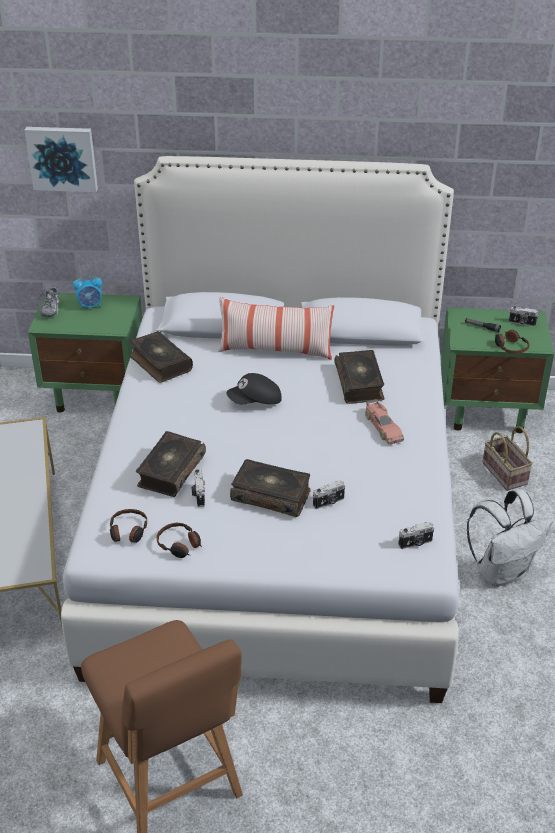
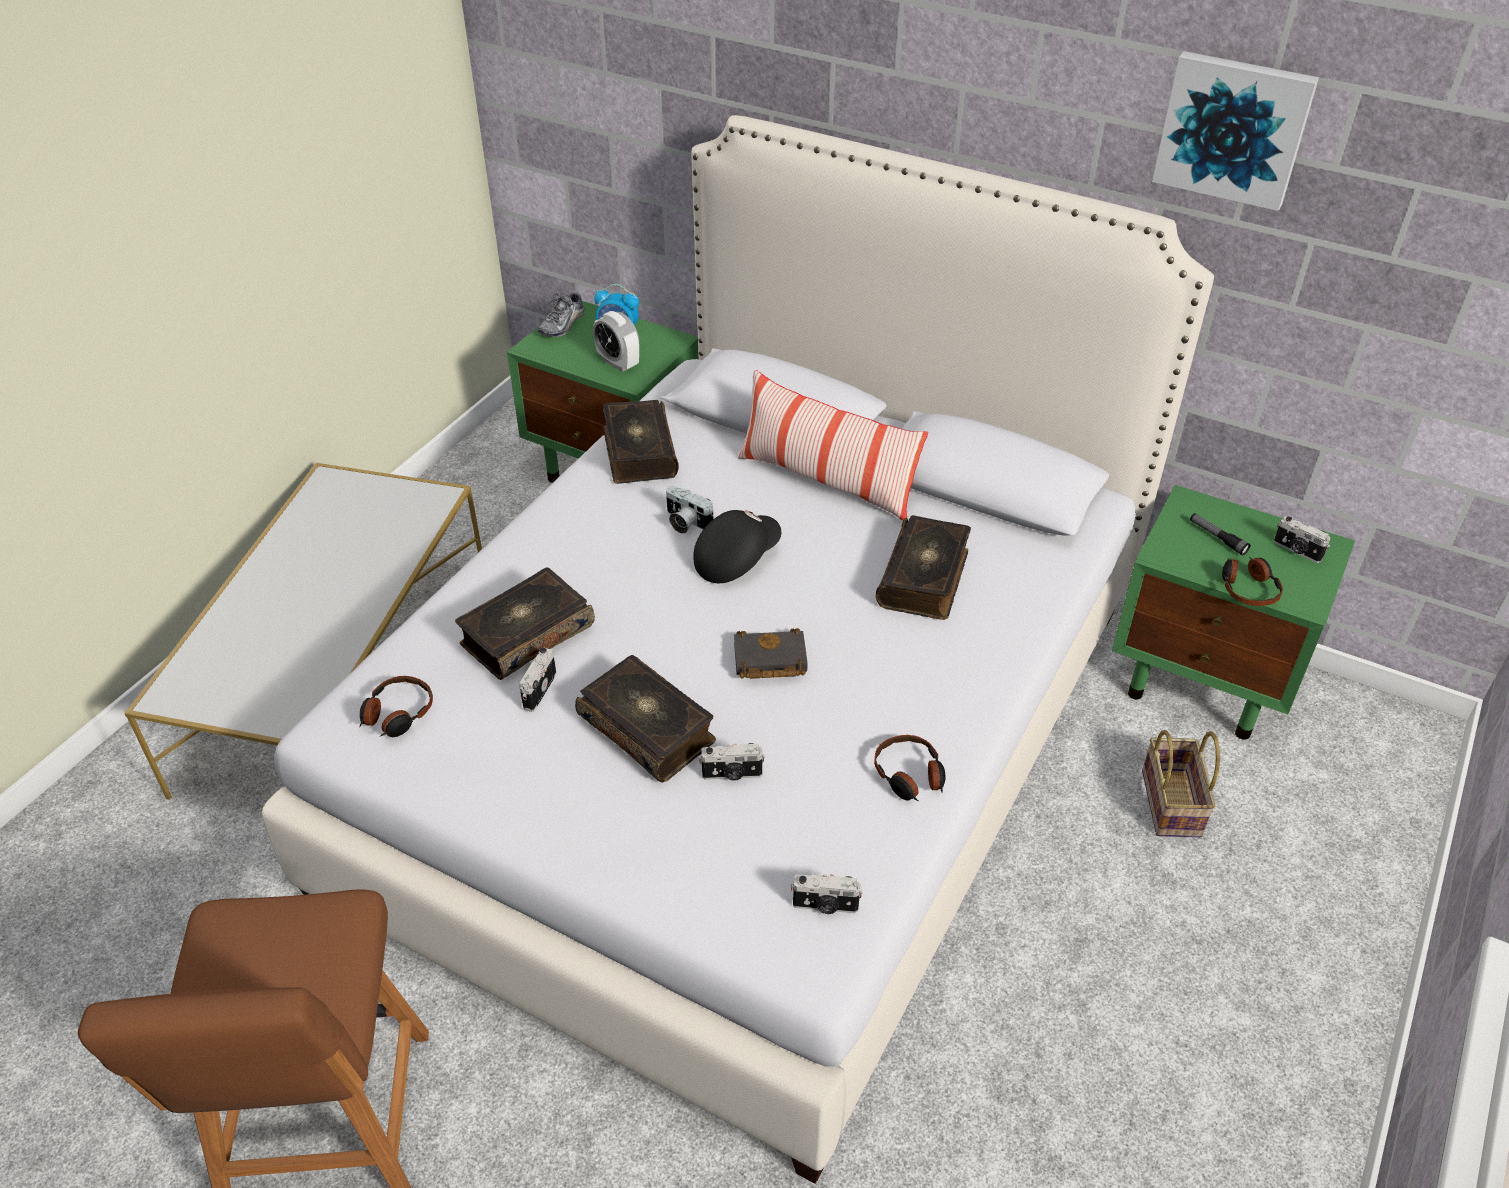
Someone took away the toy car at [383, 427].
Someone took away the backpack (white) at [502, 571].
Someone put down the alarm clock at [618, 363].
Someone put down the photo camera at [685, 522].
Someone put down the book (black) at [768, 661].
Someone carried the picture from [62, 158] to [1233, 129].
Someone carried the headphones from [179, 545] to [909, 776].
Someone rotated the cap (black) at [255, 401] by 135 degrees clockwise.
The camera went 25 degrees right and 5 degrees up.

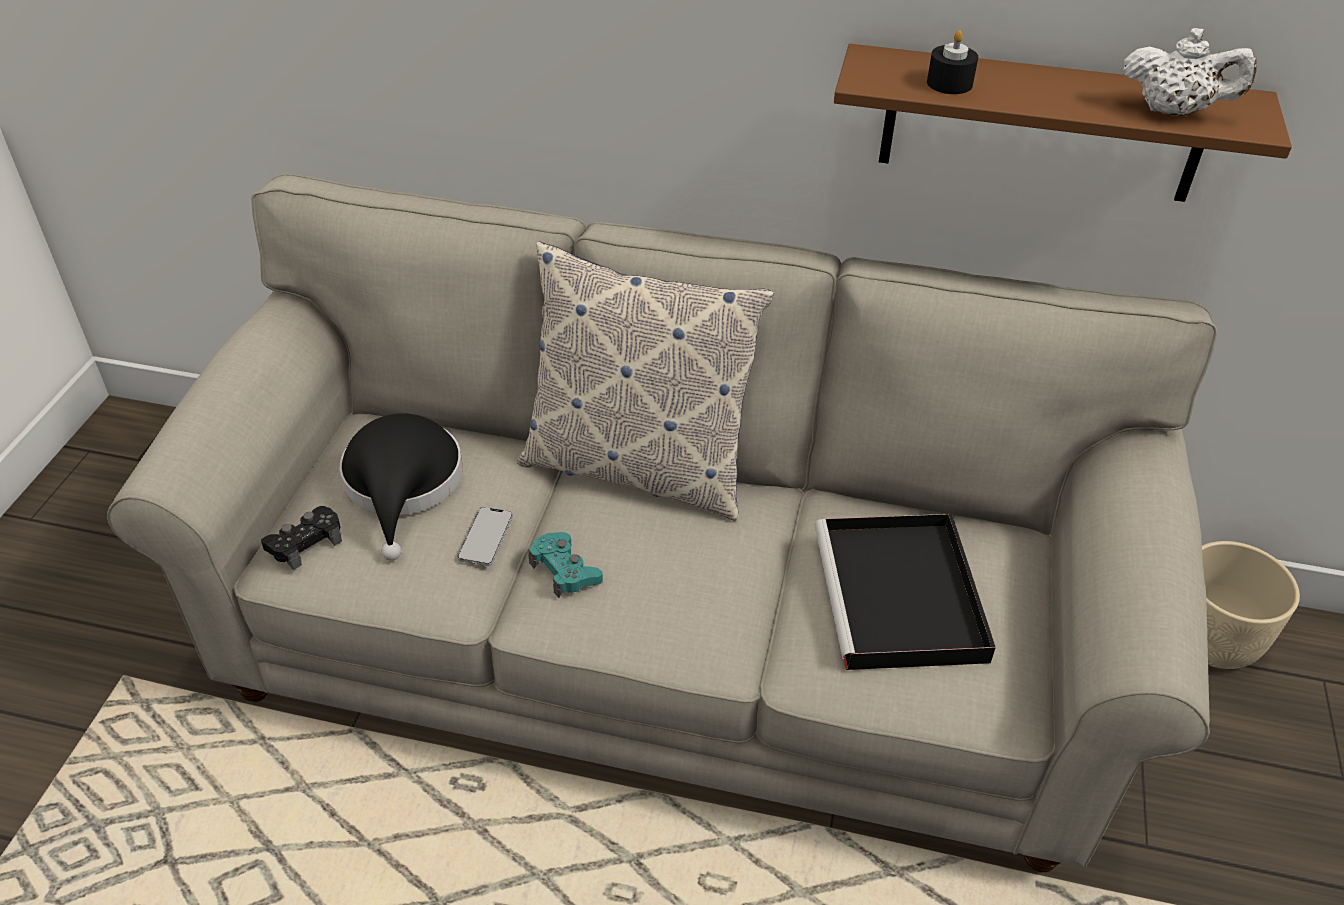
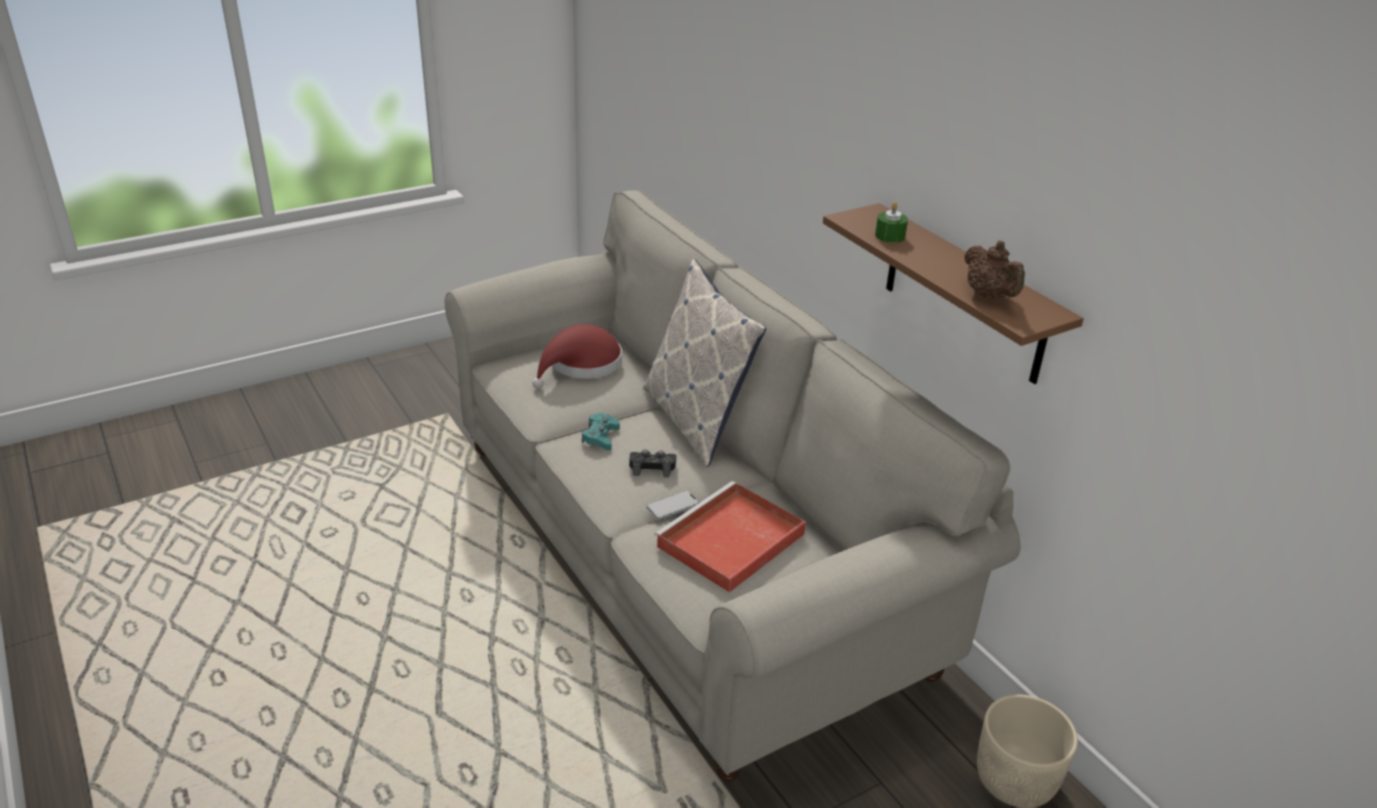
Someone carried the game controller (black) from [305, 542] to [652, 467].
Someone carried the phone from [486, 537] to [672, 506].
Someone repainted the hat (black) at [403, 485], which became the hat (red) at [581, 365].
Someone repainted the tray (black) at [901, 599], which became the tray (red) at [729, 542].
Someone repainted the candle (black) at [949, 83], which became the candle (green) at [890, 236].
Someone repainted the teapot (white) at [1174, 111], which became the teapot (brown) at [989, 296].
The camera went 45 degrees right and 10 degrees down.

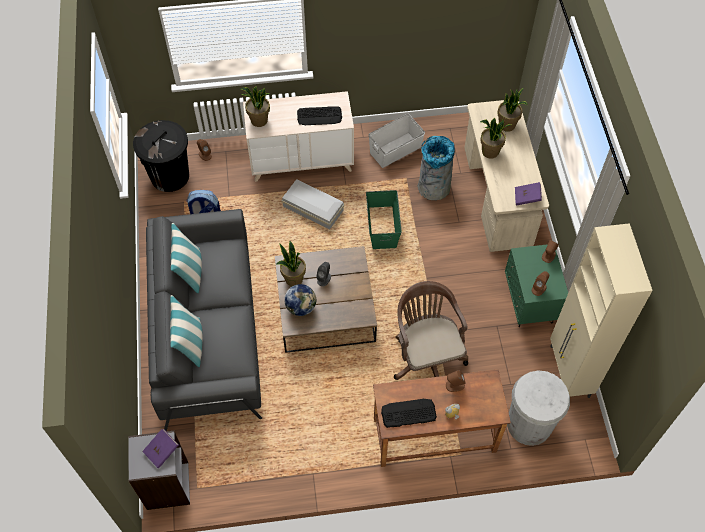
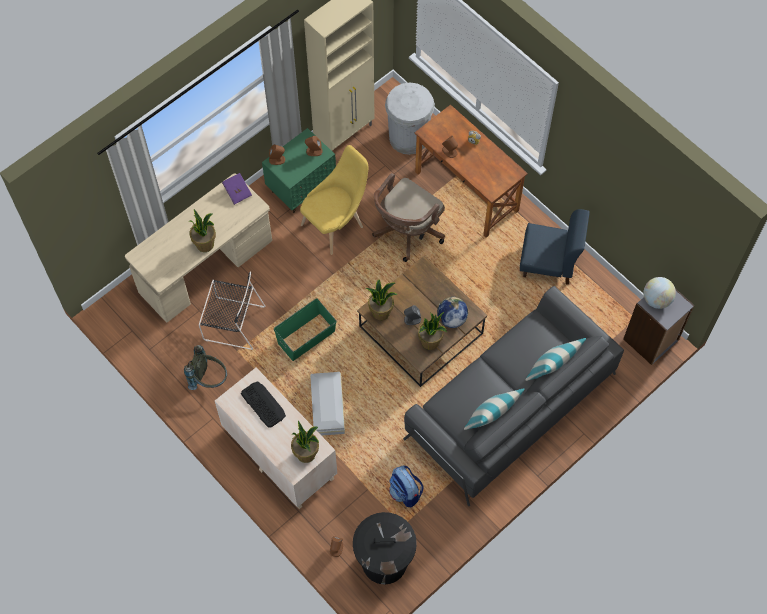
Someone took away the keyboard at [408, 413].
Someone put down the chair (yellow) at [336, 224].
Someone put down the chair (blue) at [548, 263].
Someone carried the potted plant from [507, 125] to [381, 312].
Someone swapped the book (purple) at [162, 451] for the globe at [656, 300].
Someone swapped the storage box (white) at [396, 150] for the backpack (grey) at [209, 379].
Someone swapped the trash can (grey) at [433, 187] for the chair (black) at [232, 322].
The camera went 125 degrees left and 5 degrees up.

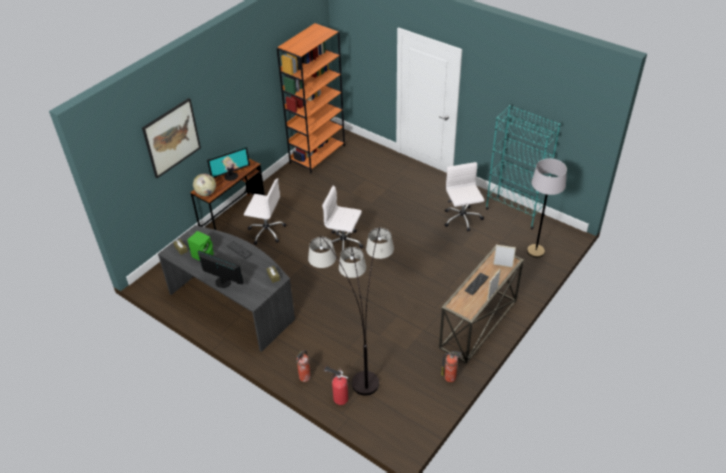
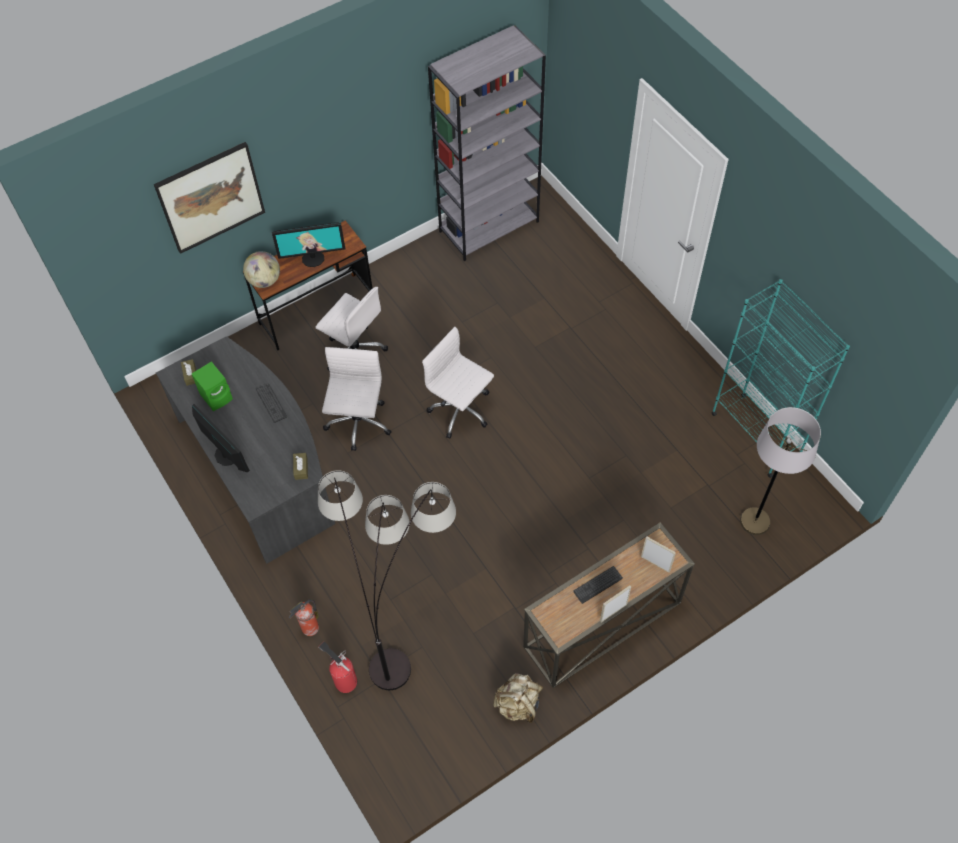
Someone carried the office chair (white) from [462, 219] to [358, 424].
Someone swapped the fire extinguisher at [450, 377] for the backpack (beige) at [518, 704].
Someone repainted the bookcase (orange) at [317, 154], which became the bookcase (grey) at [489, 226].
The camera went 20 degrees right and 15 degrees up.

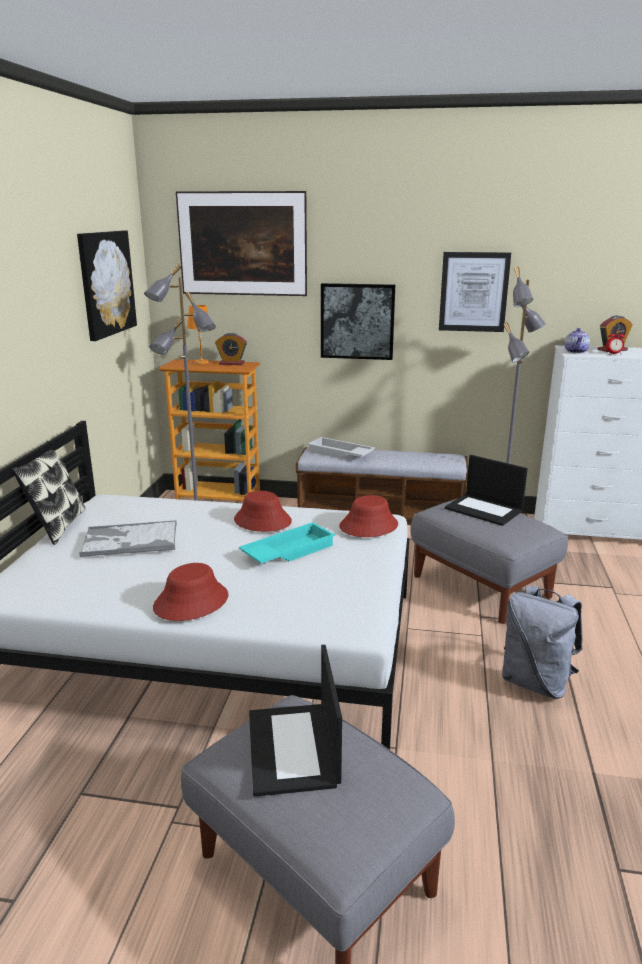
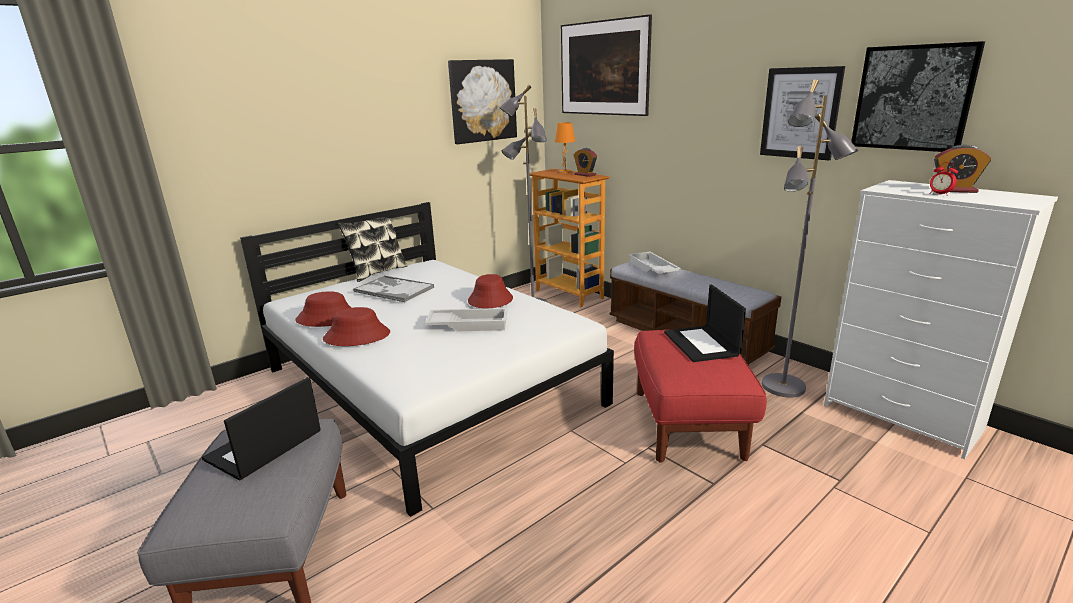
Someone took away the backpack (grey) at [536, 682].
Someone took away the teapot at [576, 352].
Someone carried the picture from [357, 321] to [913, 98].
Someone carried the hat (red) from [368, 526] to [327, 318].
Someone repainted the tray (turquoise) at [288, 551], which became the tray (white) at [469, 324].
Someone repainted the ottoman (grey) at [481, 587], which became the ottoman (red) at [688, 424].
The camera went 40 degrees right and 0 degrees up.

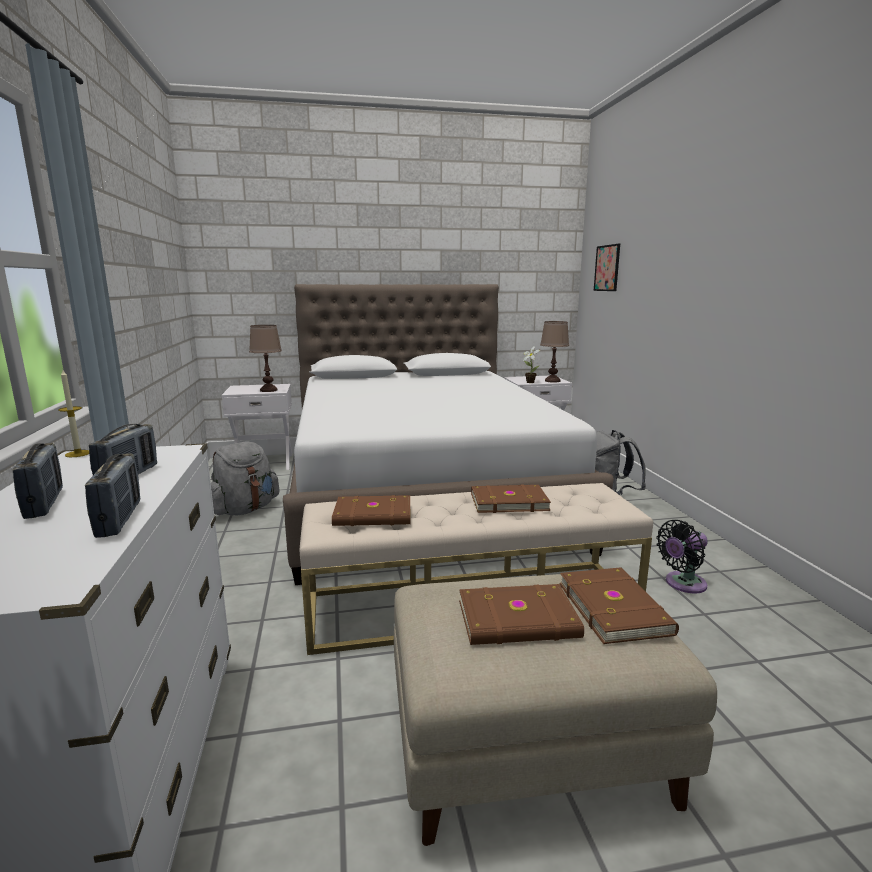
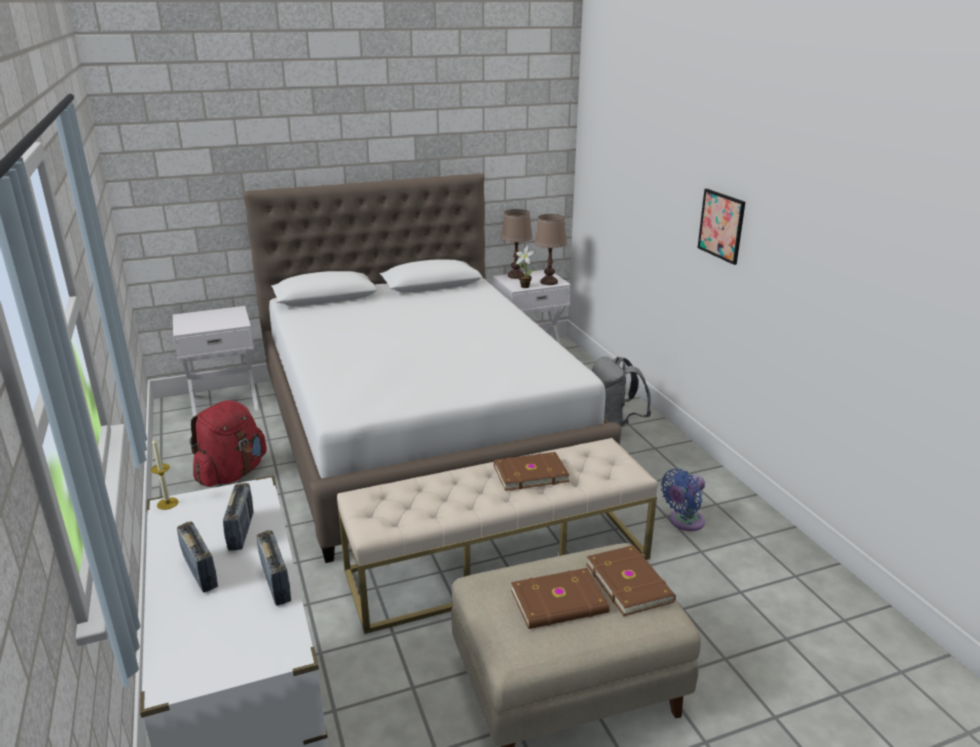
Someone took away the book (brown) at [373, 515].
Someone carried the table lamp (brown) from [269, 390] to [516, 276].
Someone carried the picture from [607, 268] to [721, 225].
Someone repainted the backpack (grey) at [245, 510], which became the backpack (red) at [232, 474].
Someone repainted the fan (black) at [682, 584], which became the fan (blue) at [684, 522].
The camera went 10 degrees left and 10 degrees up.

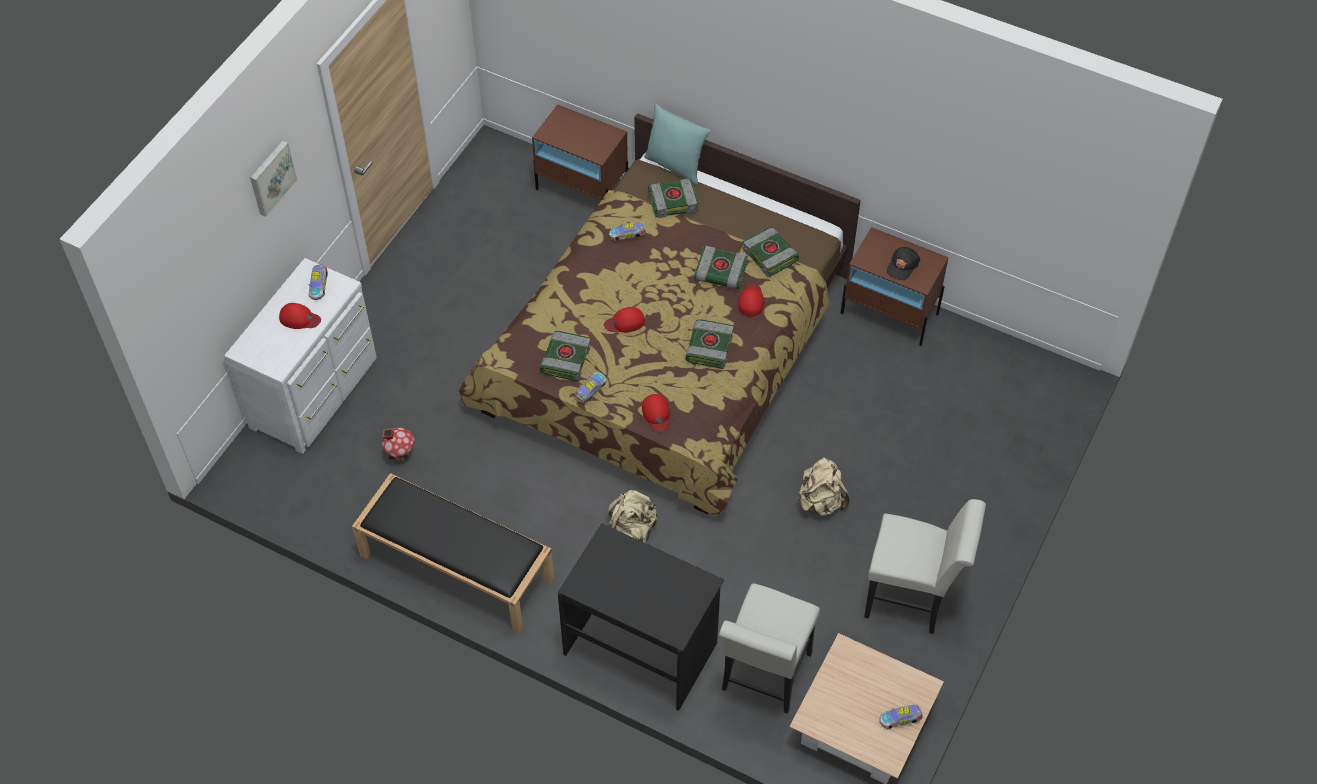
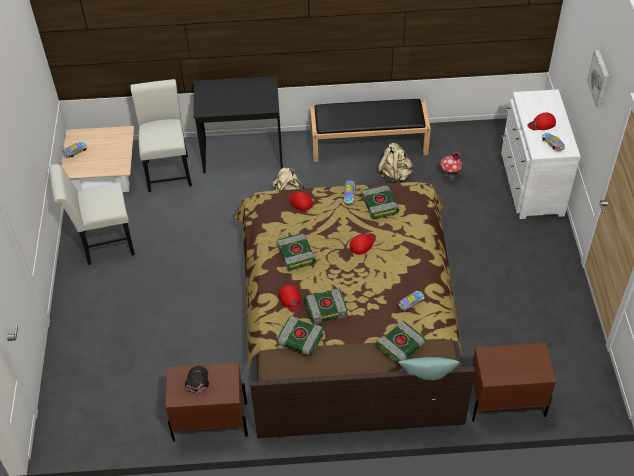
Someone carried the backpack (beige) from [821, 502] to [395, 175].
The camera went 150 degrees right and 5 degrees down.

